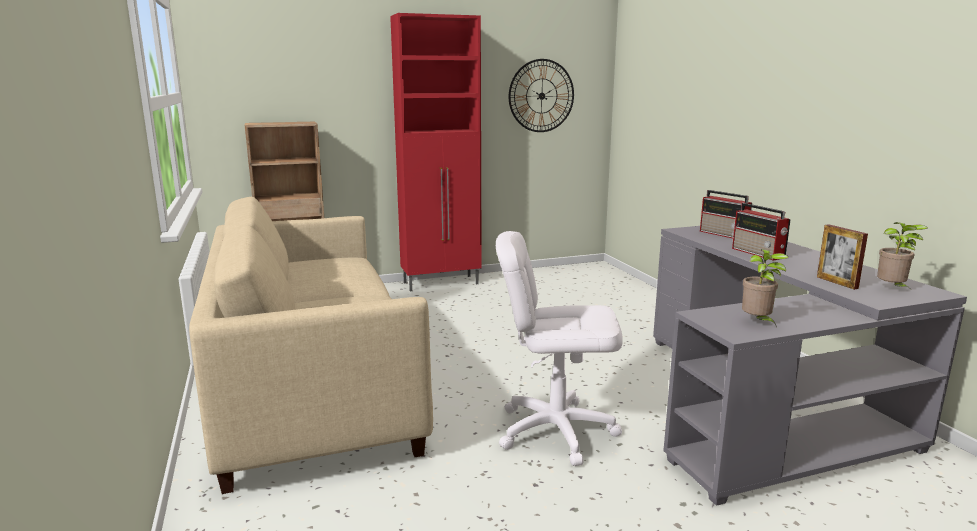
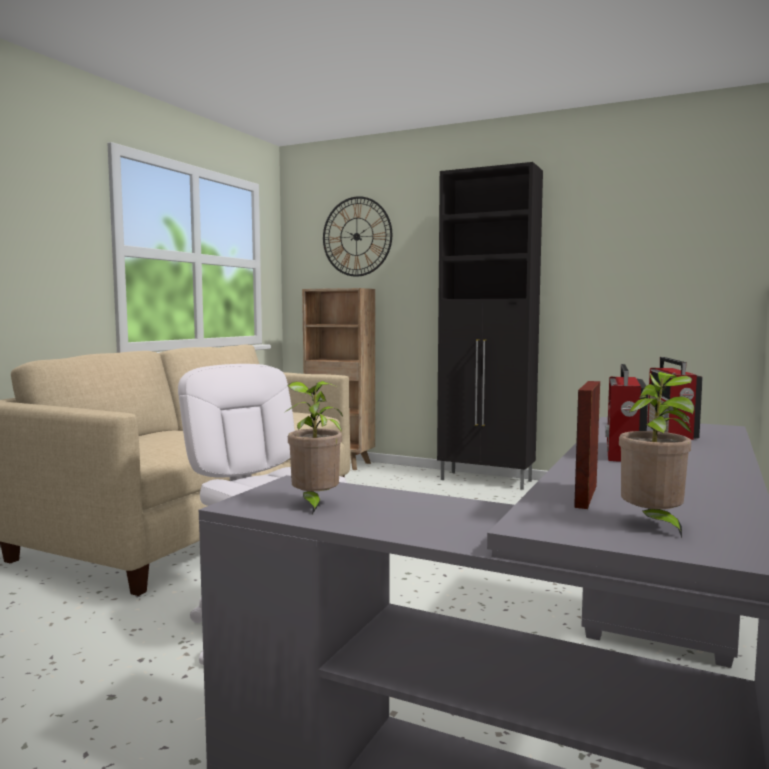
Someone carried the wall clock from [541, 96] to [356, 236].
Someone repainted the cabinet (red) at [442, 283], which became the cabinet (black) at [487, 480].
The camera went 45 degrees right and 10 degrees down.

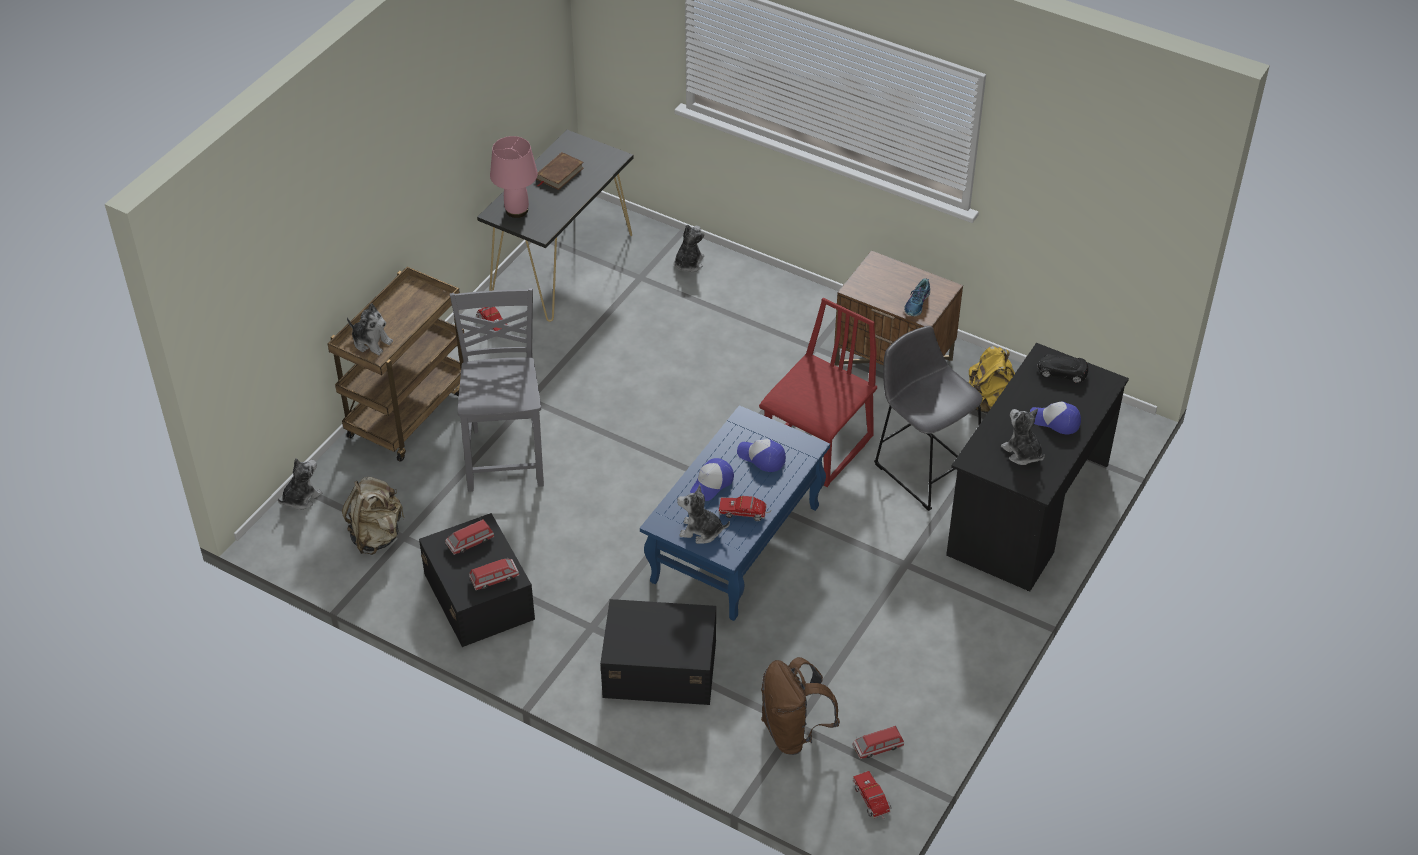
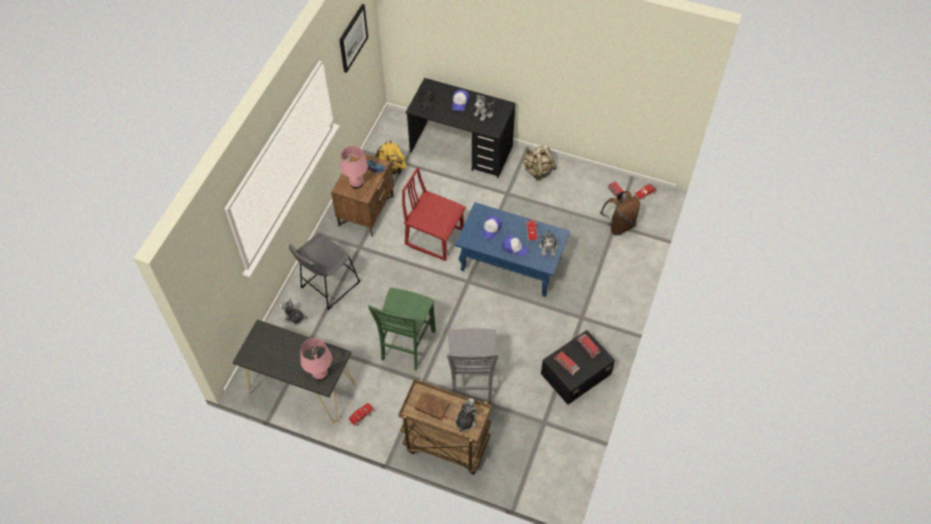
Someone took away the plush toy at [301, 497].
Someone took away the storage box (black) at [658, 668].
Someone put up the picture at [352, 38].
Someone put down the table lamp (pink) at [356, 183].
Someone put down the chair (green) at [406, 346].
Someone carried the backpack (beige) from [376, 535] to [538, 171].
Someone carried the book (brown) from [559, 173] to [432, 407].
Someone carried the stool (grey) from [924, 467] to [327, 287].
Someone rotated the chair (grey) at [506, 456] by 75 degrees counterclockwise.
The camera went 100 degrees left and 10 degrees up.

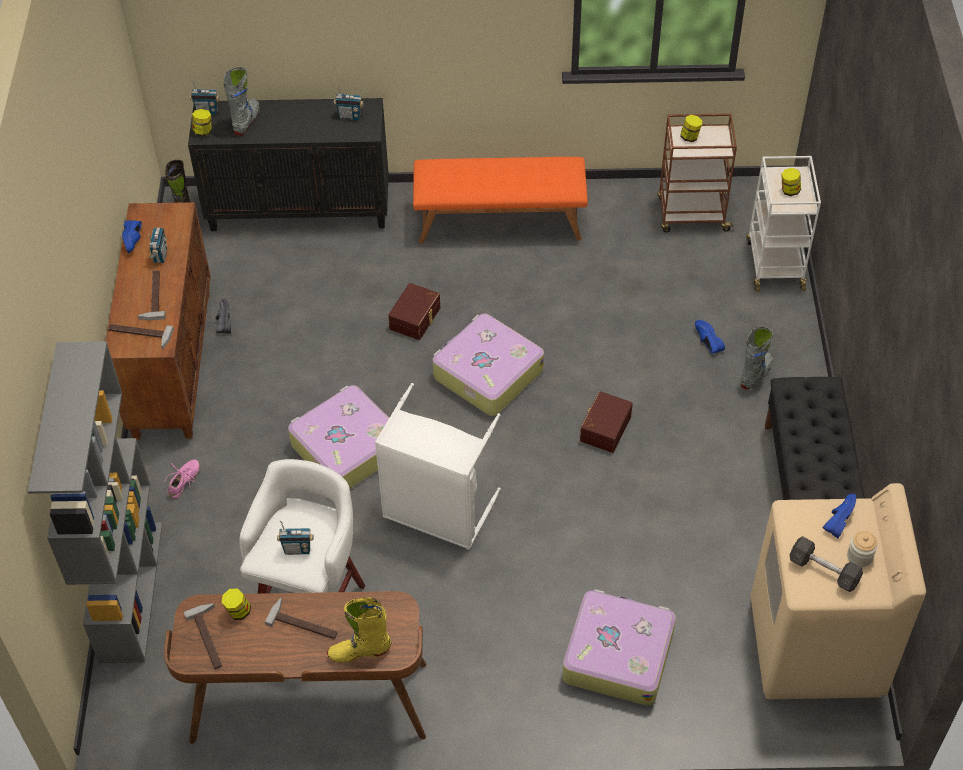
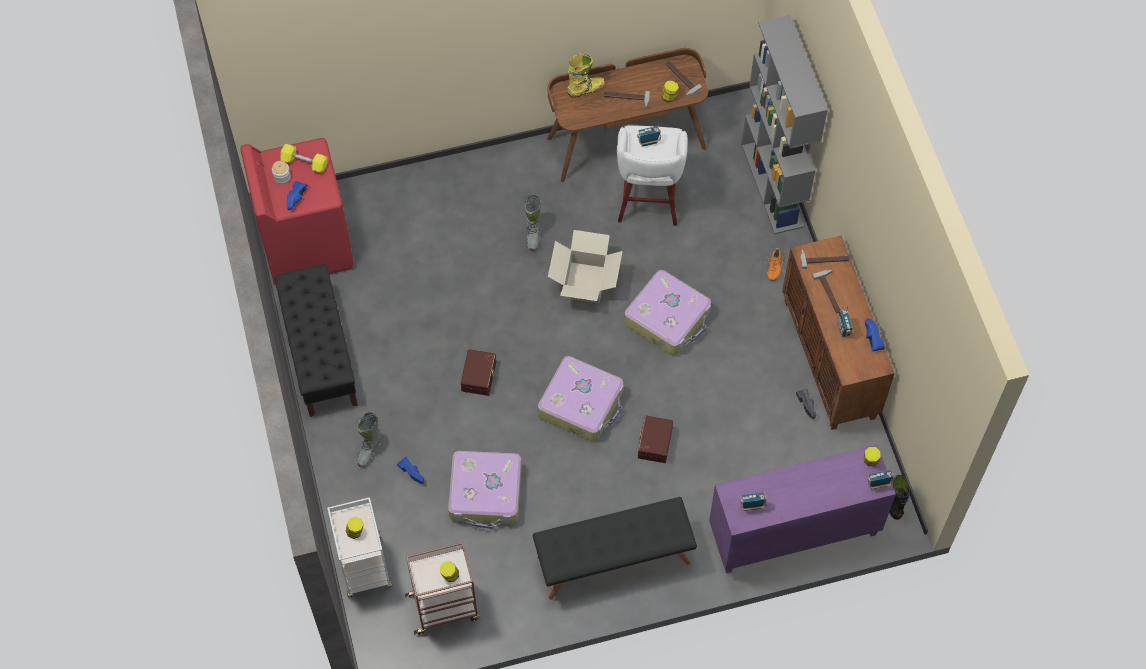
Someone carried the boot (grey) from [246, 121] to [533, 235].
Someone carried the suitcase from [617, 654] to [486, 494].
Someone swapped the laundry basket (white) at [436, 513] for the cardboard box at [585, 282].
Someone repainted the shoe (pink) at [184, 481], which became the shoe (orange) at [774, 267].
Someone repainted the cabinet (black) at [300, 209], which became the cabinet (purple) at [793, 534].
Someone repainted the bench (orange) at [500, 221], which became the bench (black) at [613, 560].
Someone repainted the washing machine (beige) at [816, 648], which became the washing machine (red) at [306, 244].
Someone repainted the dumbbell (grey) at [824, 571], which became the dumbbell (yellow) at [304, 163].
The camera went 165 degrees right and 10 degrees up.

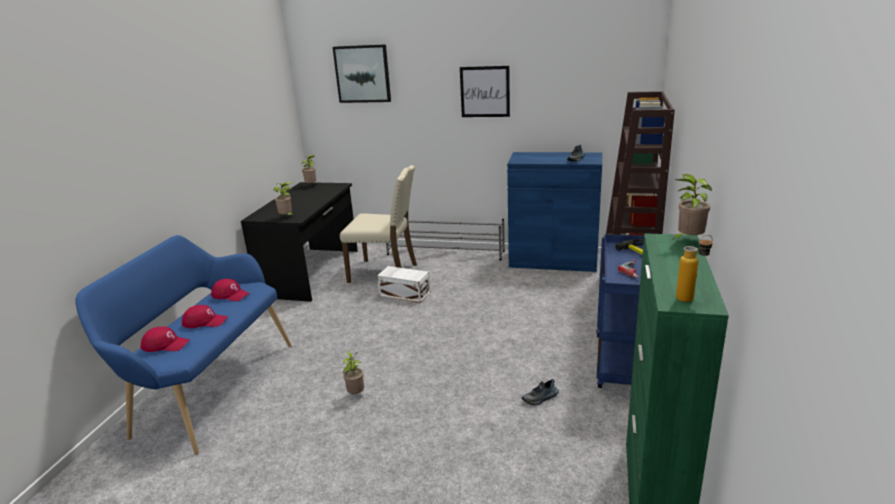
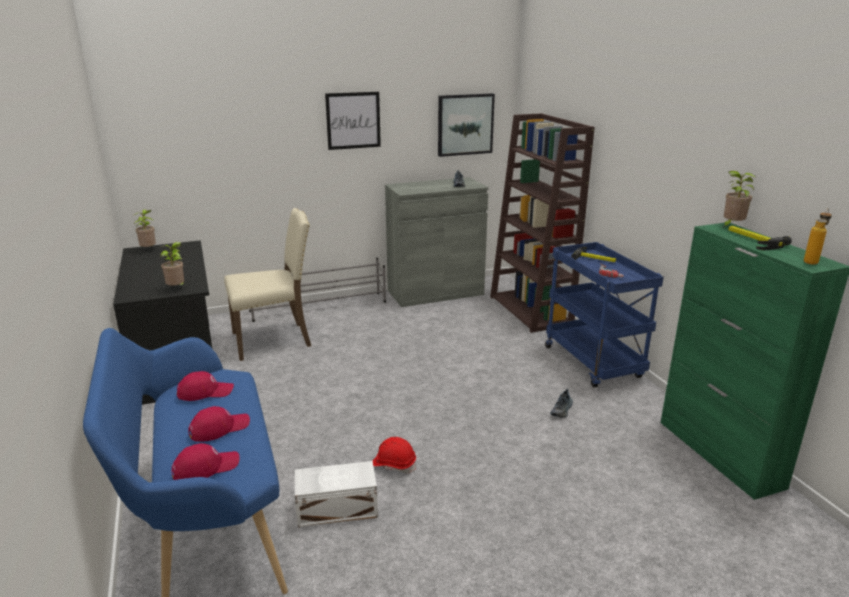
Someone put down the hammer at [751, 240].
Someone carried the picture from [362, 74] to [465, 124].
Someone carried the storage box (white) from [404, 293] to [335, 508].
Someone swapped the potted plant at [356, 394] for the hard hat (red) at [394, 464].
Someone repainted the cabinet (blue) at [553, 260], which became the cabinet (grey) at [435, 292].
The camera went 35 degrees left and 0 degrees up.

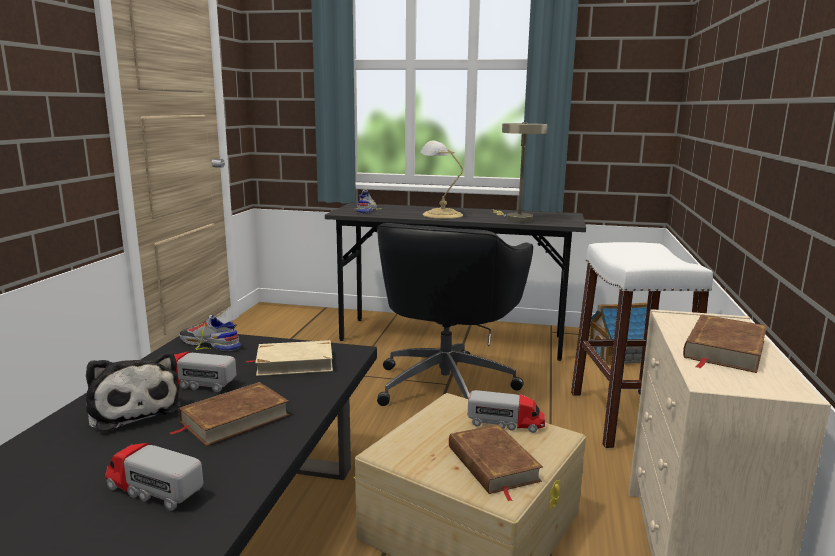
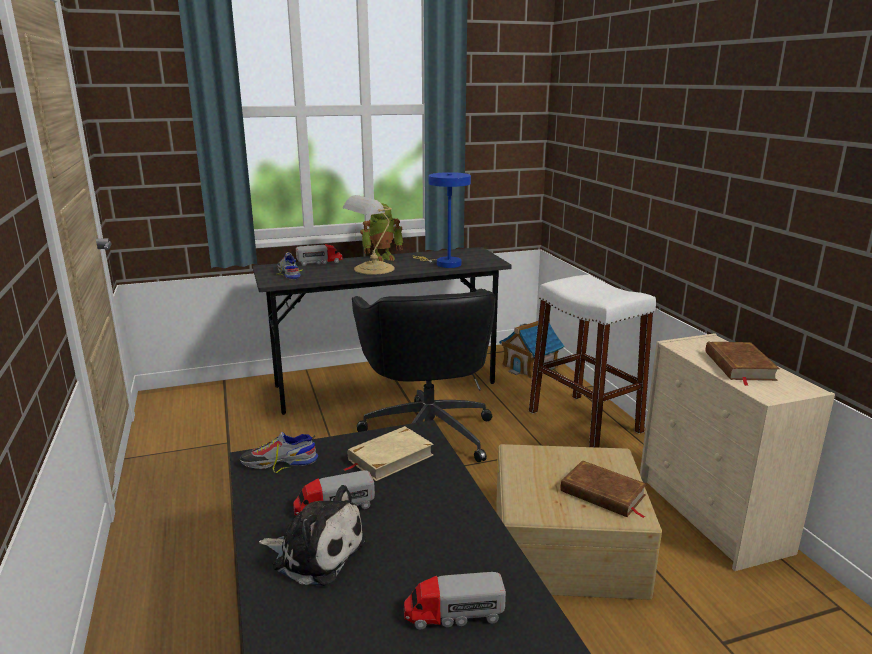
Someone took away the book (brown) at [234, 418].
Someone put down the toy robot at [382, 257].
Someone carried the toy truck from [505, 423] to [320, 262].
Someone repainted the table lamp (beige) at [515, 219], which became the table lamp (blue) at [444, 264].
The camera went 30 degrees left and 5 degrees up.

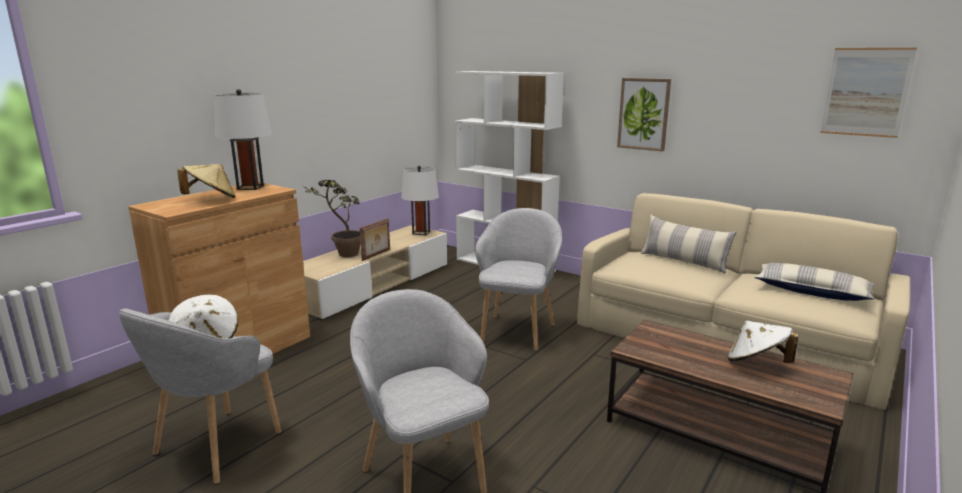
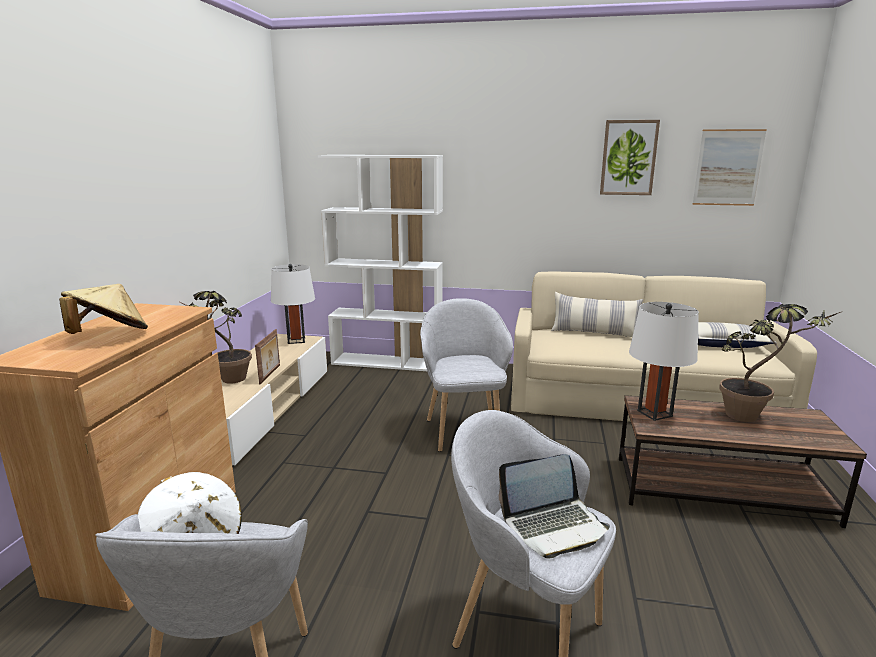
Someone put down the laptop at [554, 526].
Someone carried the table lamp (white) from [250, 187] to [654, 413].
Someone carried the picture from [644, 114] to [628, 158].
Someone swapped the hat (white) at [756, 363] for the potted plant at [753, 417].
The camera went 25 degrees left and 0 degrees up.

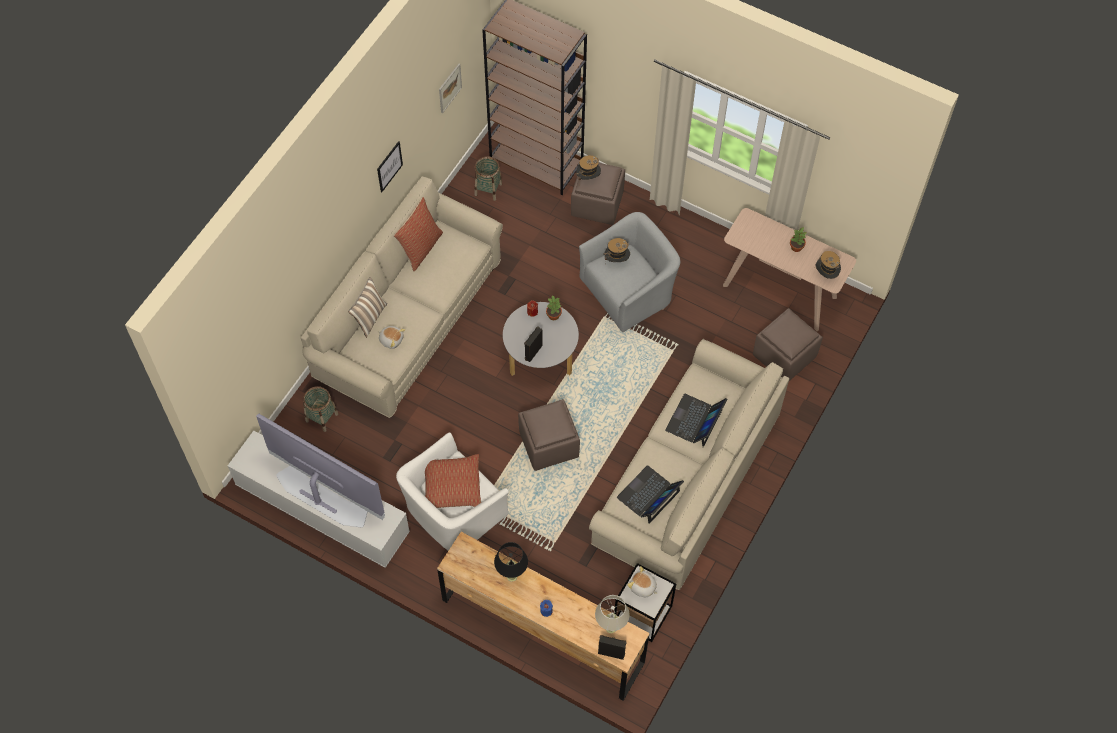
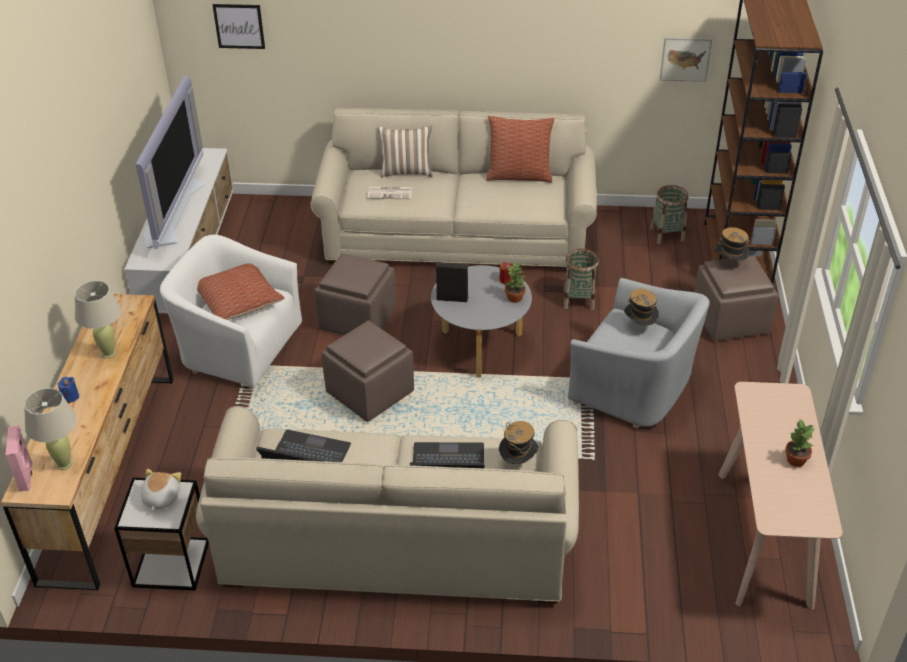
Someone carried the basket from [322, 417] to [578, 300].
Someone carried the picture from [389, 166] to [239, 26].
Someone carried the ottoman (brown) from [783, 356] to [357, 318].
Someone carried the hat from [826, 274] to [518, 463].
Someone swapped the plush toy at [391, 339] for the newspaper at [390, 193].
Someone repainted the table lamp (black) at [511, 576], which became the table lamp (beige) at [108, 353].
Someone repainted the speaker (black) at [611, 652], which became the speaker (pink) at [26, 476].
The camera went 65 degrees right and 20 degrees down.

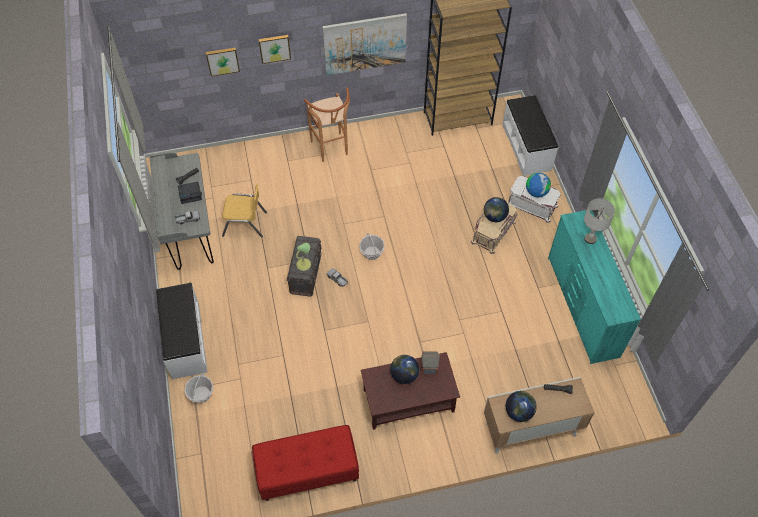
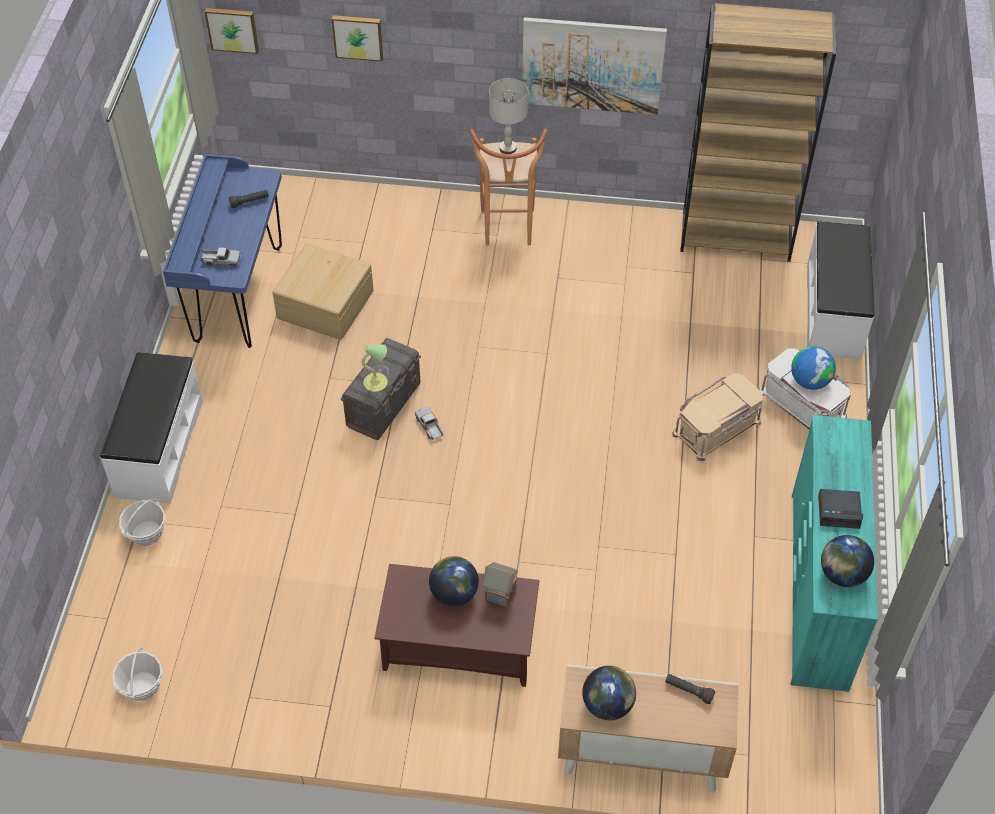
Someone took away the bench (red) at [307, 472].
Someone carried the alarm clock from [190, 194] to [839, 511].
Someone carried the picture from [274, 48] to [232, 29].
Someone carried the basket from [372, 253] to [142, 686].
Someone carried the globe from [494, 217] to [842, 574].
Someone carried the table lamp (grey) from [590, 239] to [507, 148].
Someone swapped the chair (yellow) at [245, 224] for the storage box (beige) at [325, 304].
Someone repainted the desk (grey) at [191, 232], which became the desk (blue) at [238, 294].
The camera went 20 degrees right and 5 degrees down.

